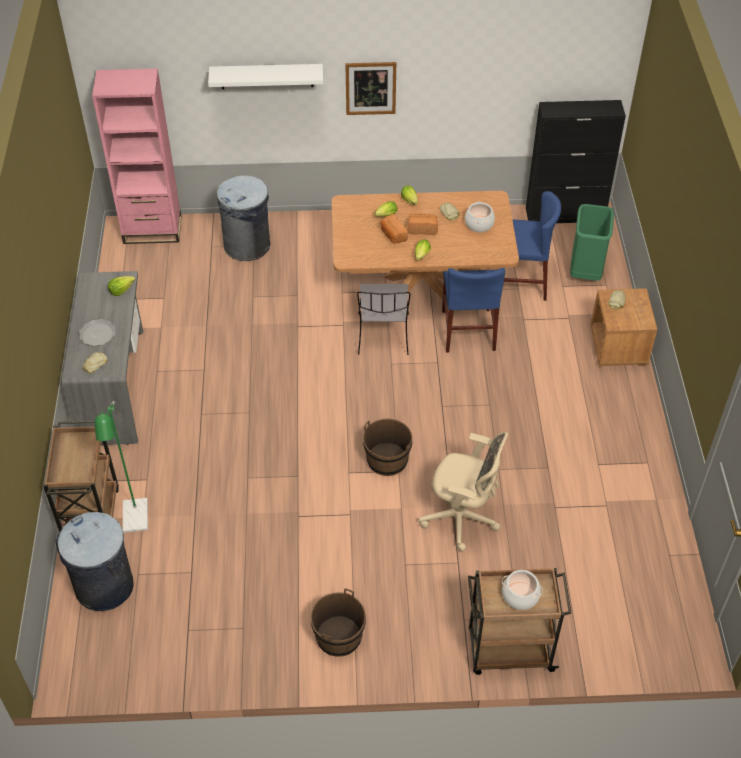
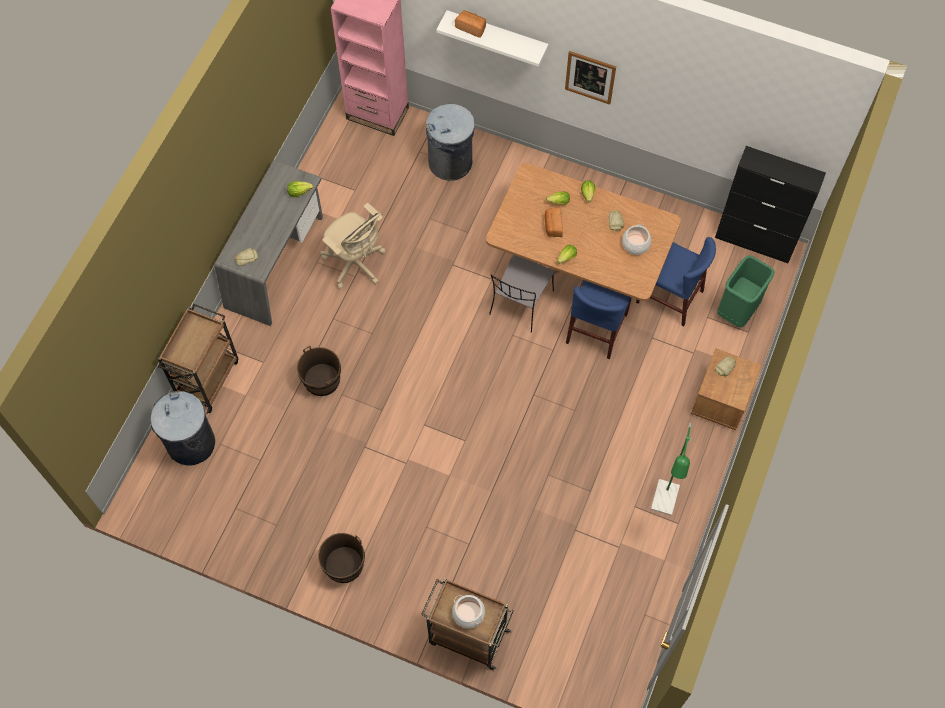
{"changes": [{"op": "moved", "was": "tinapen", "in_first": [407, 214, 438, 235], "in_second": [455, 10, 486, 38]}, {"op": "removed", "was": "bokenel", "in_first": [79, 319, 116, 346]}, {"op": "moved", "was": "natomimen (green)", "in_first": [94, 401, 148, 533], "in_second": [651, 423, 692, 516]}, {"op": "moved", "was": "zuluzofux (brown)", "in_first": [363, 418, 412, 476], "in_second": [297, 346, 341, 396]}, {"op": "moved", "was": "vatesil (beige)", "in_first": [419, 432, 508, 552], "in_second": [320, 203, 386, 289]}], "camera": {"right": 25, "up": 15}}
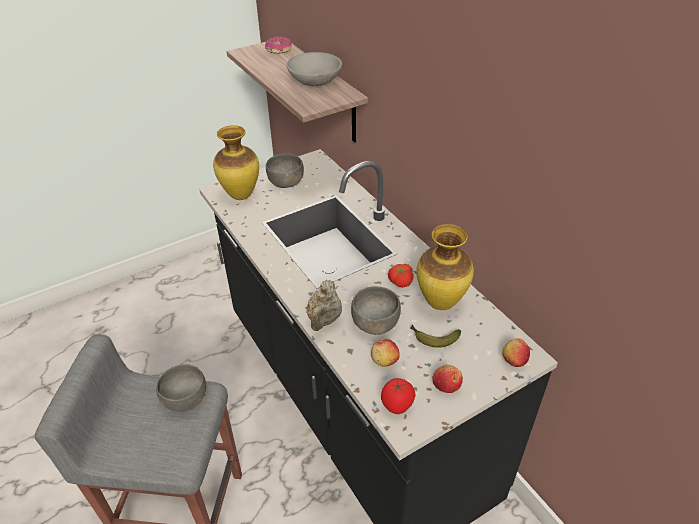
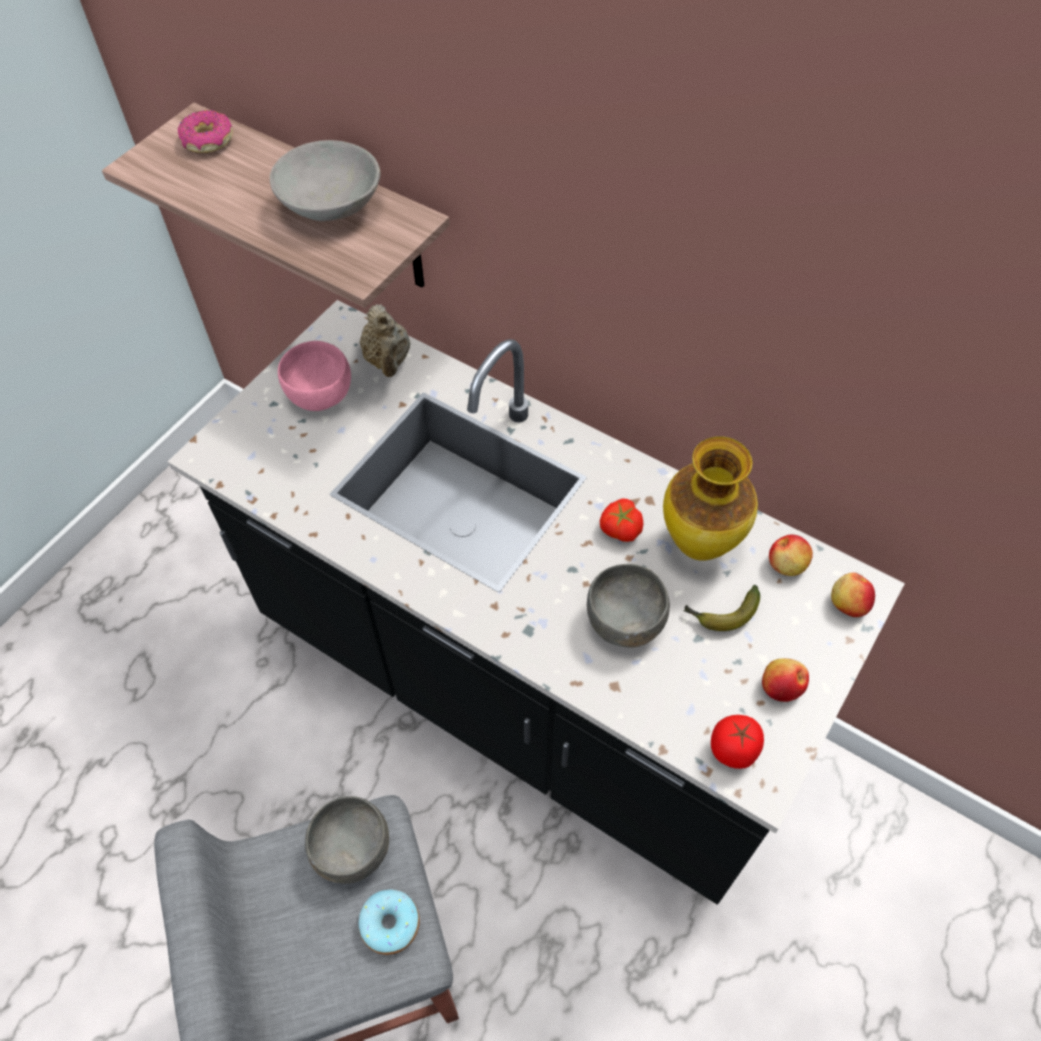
{"changes": [{"op": "removed", "was": "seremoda", "in_first": [213, 125, 259, 200]}, {"op": "recoloured", "was": "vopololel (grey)", "now": "vopololel (pink)", "in_first": [266, 153, 304, 188], "in_second": [278, 341, 351, 411]}, {"op": "moved", "was": "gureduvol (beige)", "in_first": [306, 280, 342, 331], "in_second": [360, 304, 410, 377]}, {"op": "moved", "was": "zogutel", "in_first": [371, 339, 400, 367], "in_second": [769, 535, 813, 576]}, {"op": "added", "now": "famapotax", "in_second": [359, 890, 420, 955]}], "camera": {"right": -25, "up": 15}}
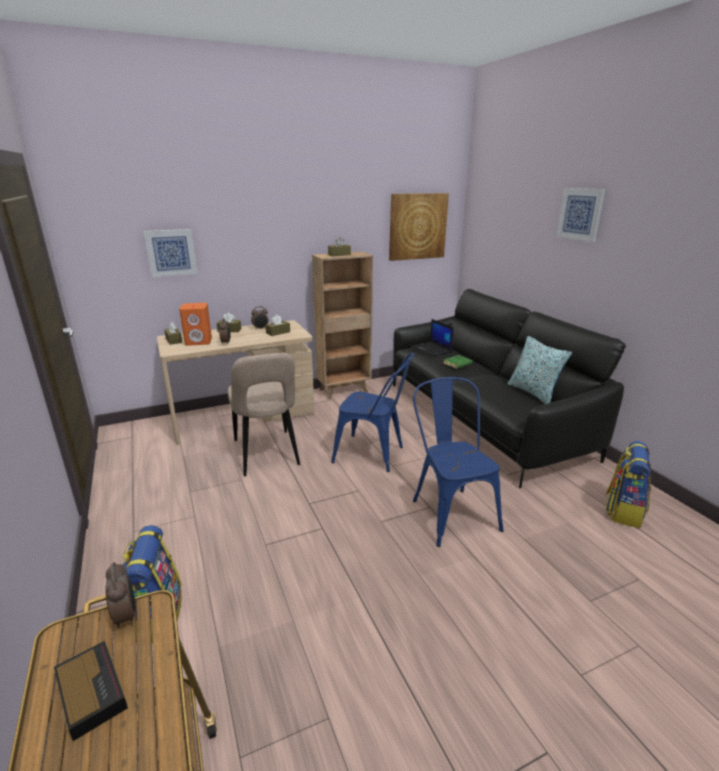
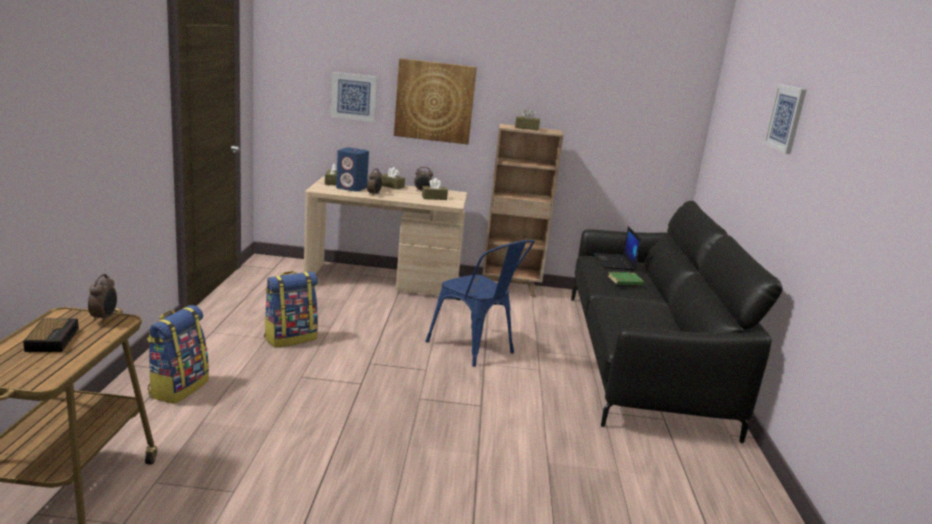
{"changes": [{"op": "moved", "was": "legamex", "in_first": [389, 193, 449, 261], "in_second": [394, 58, 477, 144]}, {"op": "recoloured", "was": "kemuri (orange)", "now": "kemuri (blue)", "in_first": [179, 303, 212, 346], "in_second": [336, 147, 369, 192]}, {"op": "removed", "was": "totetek", "in_first": [508, 336, 572, 404]}, {"op": "removed", "was": "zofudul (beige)", "in_first": [228, 353, 300, 477]}, {"op": "removed", "was": "zofudul (blue)", "in_first": [413, 377, 503, 547]}, {"op": "moved", "was": "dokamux", "in_first": [605, 441, 651, 528], "in_second": [264, 271, 318, 348]}], "camera": {"right": 25, "up": -5}}
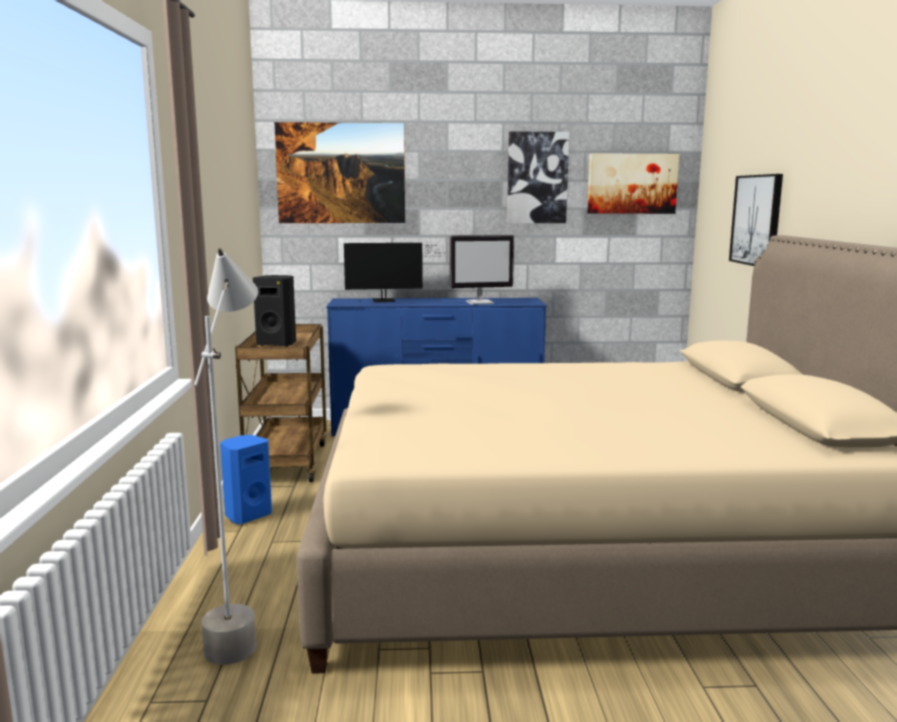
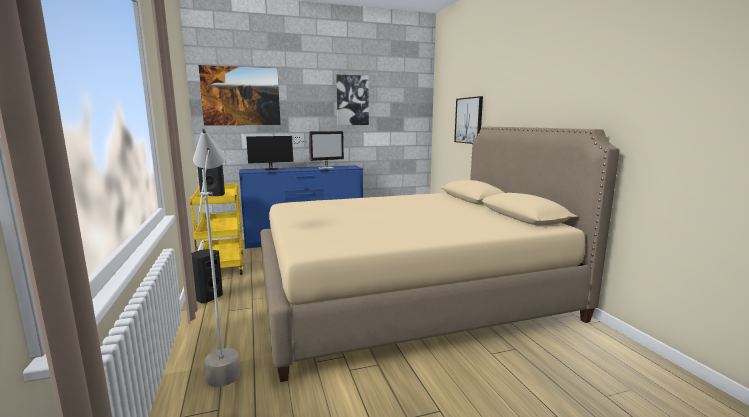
{"changes": [{"op": "removed", "was": "legamex", "in_first": [587, 153, 679, 214]}, {"op": "recoloured", "was": "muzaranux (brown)", "now": "muzaranux (yellow)", "in_first": [235, 324, 327, 482], "in_second": [190, 183, 243, 275]}, {"op": "recoloured", "was": "kemuri (blue)", "now": "kemuri (black)", "in_first": [220, 435, 272, 524], "in_second": [191, 249, 223, 303]}], "camera": {"right": -15, "up": 0}}
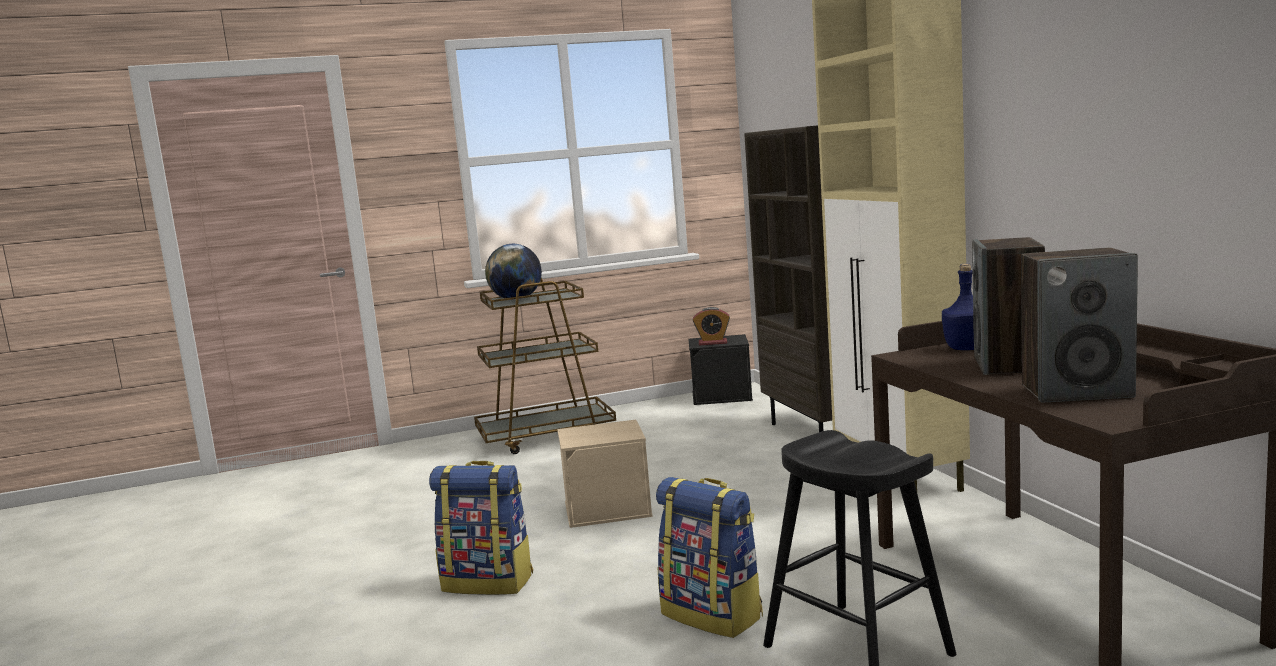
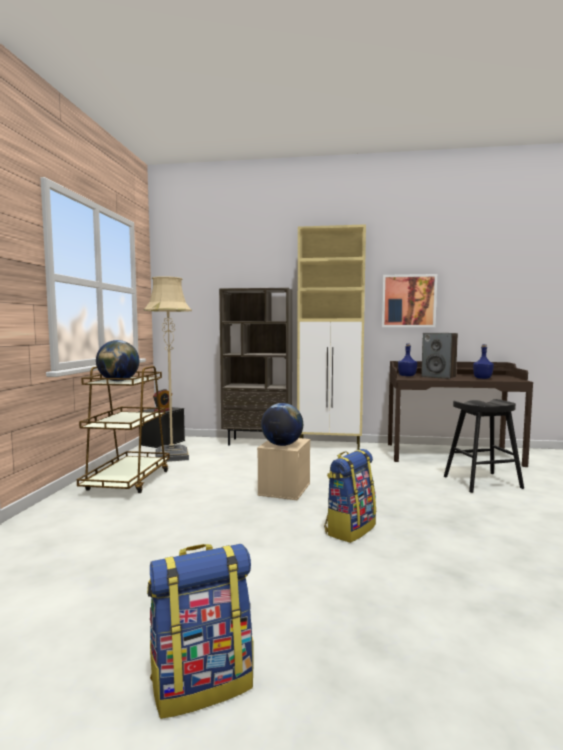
{"changes": [{"op": "replaced", "was": "kemuri", "now": "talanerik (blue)", "in_first": [1021, 248, 1138, 402], "in_second": [473, 344, 494, 379]}, {"op": "moved", "was": "dokamux", "in_first": [656, 477, 763, 638], "in_second": [147, 544, 254, 719]}, {"op": "added", "now": "legamex", "in_second": [382, 274, 437, 327]}, {"op": "added", "now": "natomimen (beige)", "in_second": [143, 276, 192, 462]}, {"op": "added", "now": "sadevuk", "in_second": [261, 403, 303, 446]}], "camera": {"right": -65, "up": -5}}
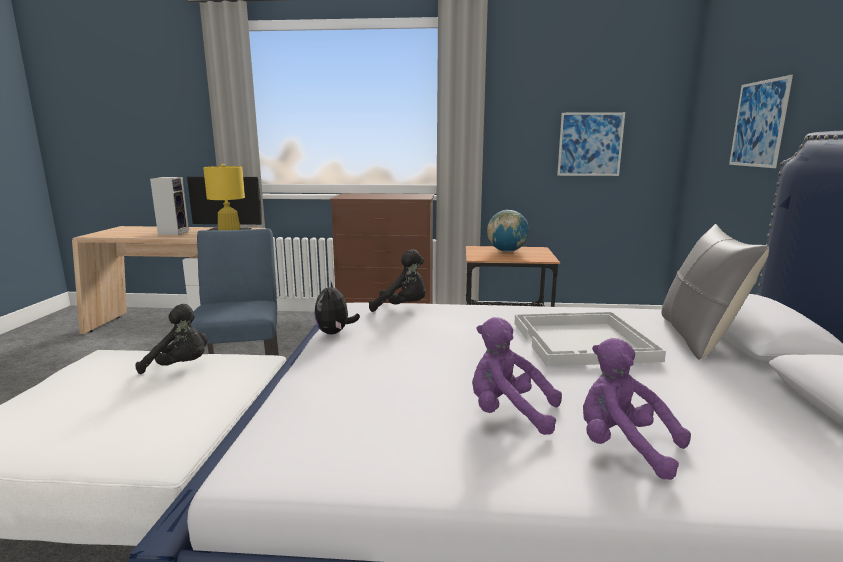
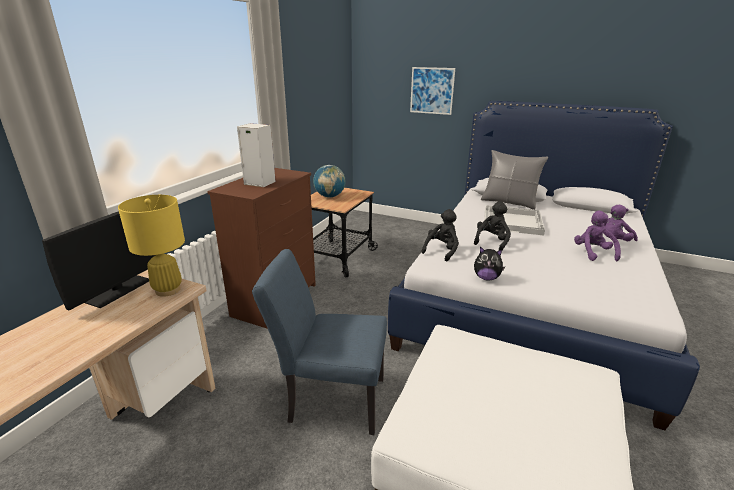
{"changes": [{"op": "removed", "was": "legamex", "in_first": [557, 112, 625, 176]}, {"op": "moved", "was": "kemuri", "in_first": [150, 177, 189, 235], "in_second": [237, 123, 276, 187]}, {"op": "moved", "was": "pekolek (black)", "in_first": [135, 304, 207, 374], "in_second": [474, 201, 511, 250]}, {"op": "turned", "was": "pekolek (purple)", "in_first": [472, 317, 562, 435], "in_second": [574, 211, 621, 261], "clockwise": 135}], "camera": {"right": -70, "up": 10}}
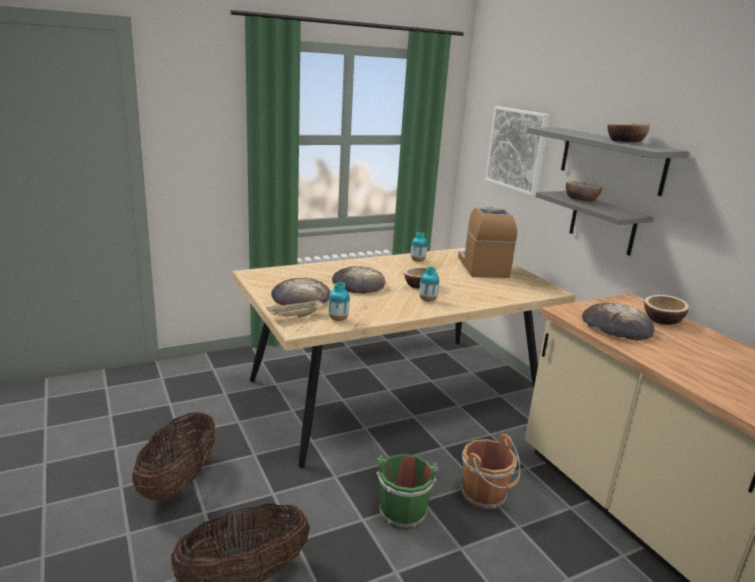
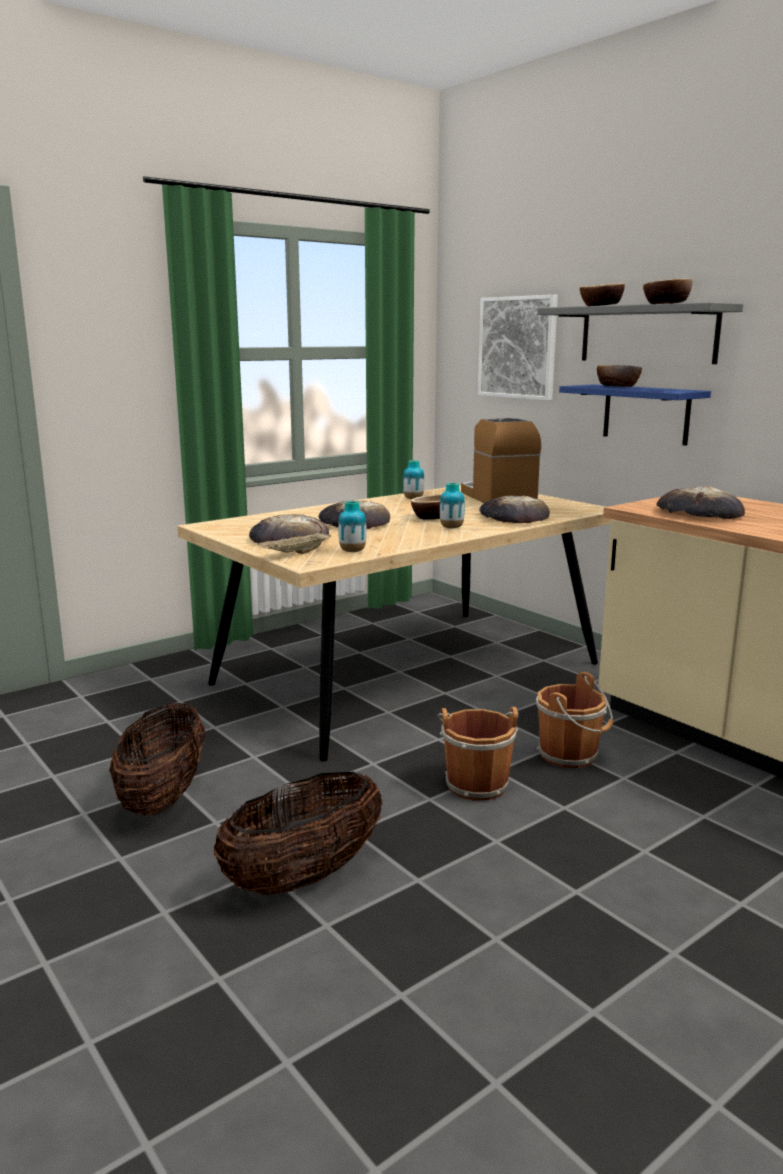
{"changes": [{"op": "recoloured", "was": "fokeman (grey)", "now": "fokeman (blue)", "in_first": [535, 191, 654, 256], "in_second": [559, 384, 711, 446]}, {"op": "moved", "was": "vopololel", "in_first": [644, 295, 689, 325], "in_second": [580, 283, 625, 306]}, {"op": "recoloured", "was": "zuluzofux (green)", "now": "zuluzofux (brown)", "in_first": [376, 454, 439, 529], "in_second": [437, 707, 518, 801]}, {"op": "added", "now": "tinapen", "in_second": [479, 495, 550, 523]}], "camera": {"right": -10, "up": -5}}
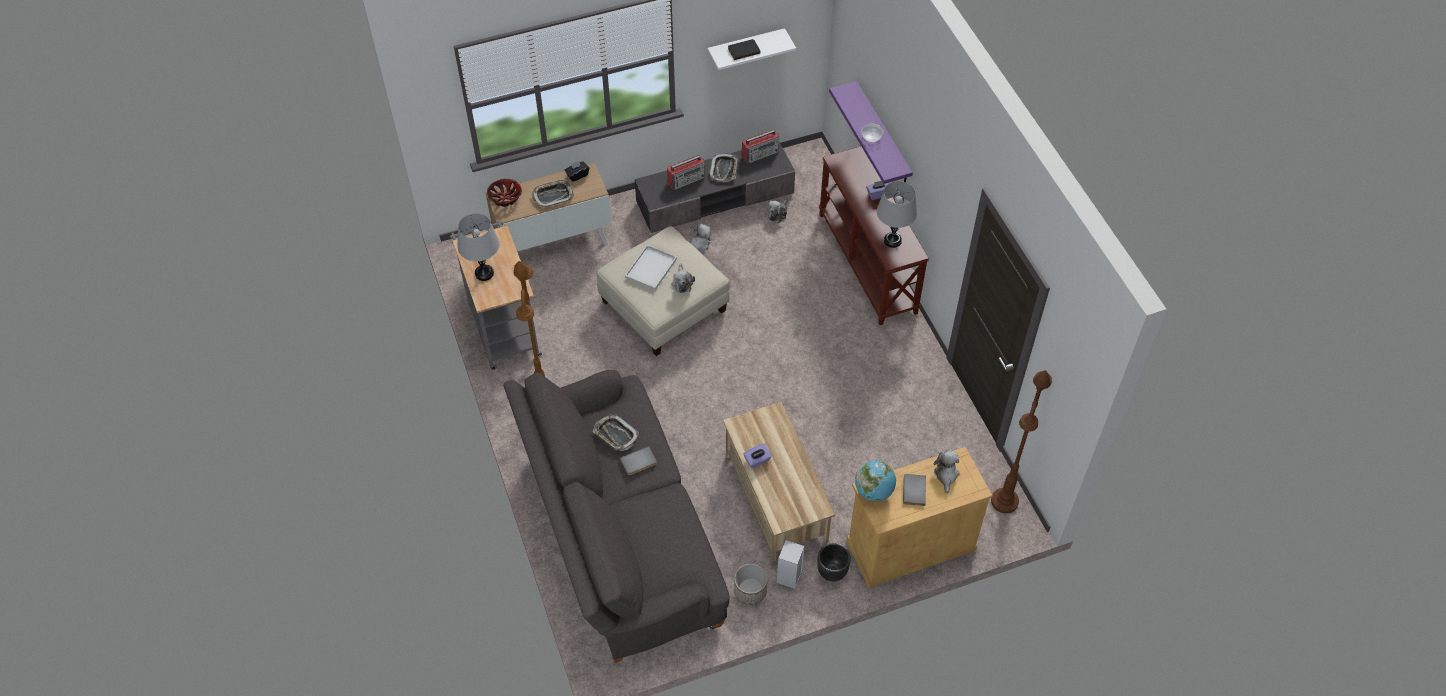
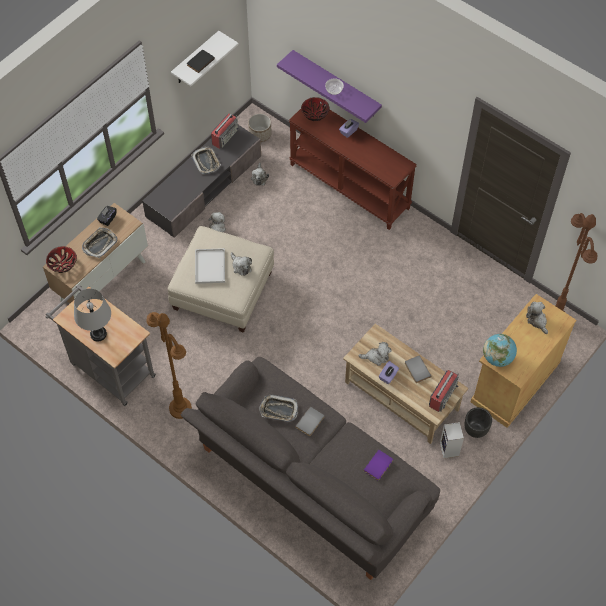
{"changes": [{"op": "moved", "was": "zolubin", "in_first": [667, 155, 705, 190], "in_second": [429, 370, 459, 412]}, {"op": "removed", "was": "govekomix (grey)", "in_first": [877, 181, 917, 248]}, {"op": "moved", "was": "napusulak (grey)", "in_first": [903, 474, 926, 506], "in_second": [405, 355, 431, 383]}, {"op": "moved", "was": "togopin", "in_first": [734, 564, 768, 605], "in_second": [248, 114, 272, 142]}, {"op": "added", "now": "vopololel", "in_second": [301, 97, 330, 121]}, {"op": "added", "now": "pekolek", "in_second": [358, 342, 392, 366]}, {"op": "added", "now": "napusulak (purple)", "in_second": [363, 450, 393, 480]}], "camera": {"right": -30, "up": 5}}
